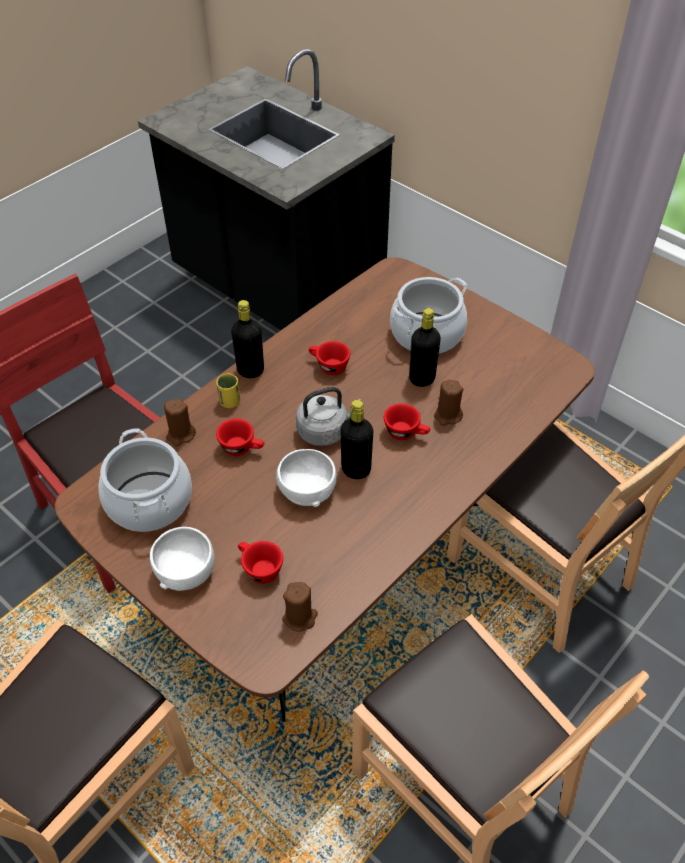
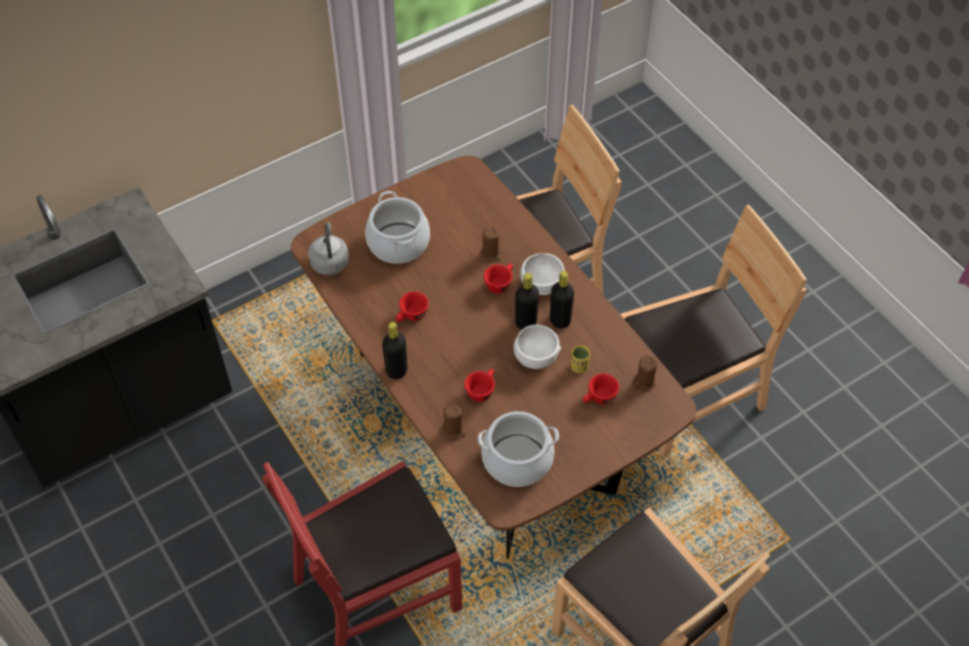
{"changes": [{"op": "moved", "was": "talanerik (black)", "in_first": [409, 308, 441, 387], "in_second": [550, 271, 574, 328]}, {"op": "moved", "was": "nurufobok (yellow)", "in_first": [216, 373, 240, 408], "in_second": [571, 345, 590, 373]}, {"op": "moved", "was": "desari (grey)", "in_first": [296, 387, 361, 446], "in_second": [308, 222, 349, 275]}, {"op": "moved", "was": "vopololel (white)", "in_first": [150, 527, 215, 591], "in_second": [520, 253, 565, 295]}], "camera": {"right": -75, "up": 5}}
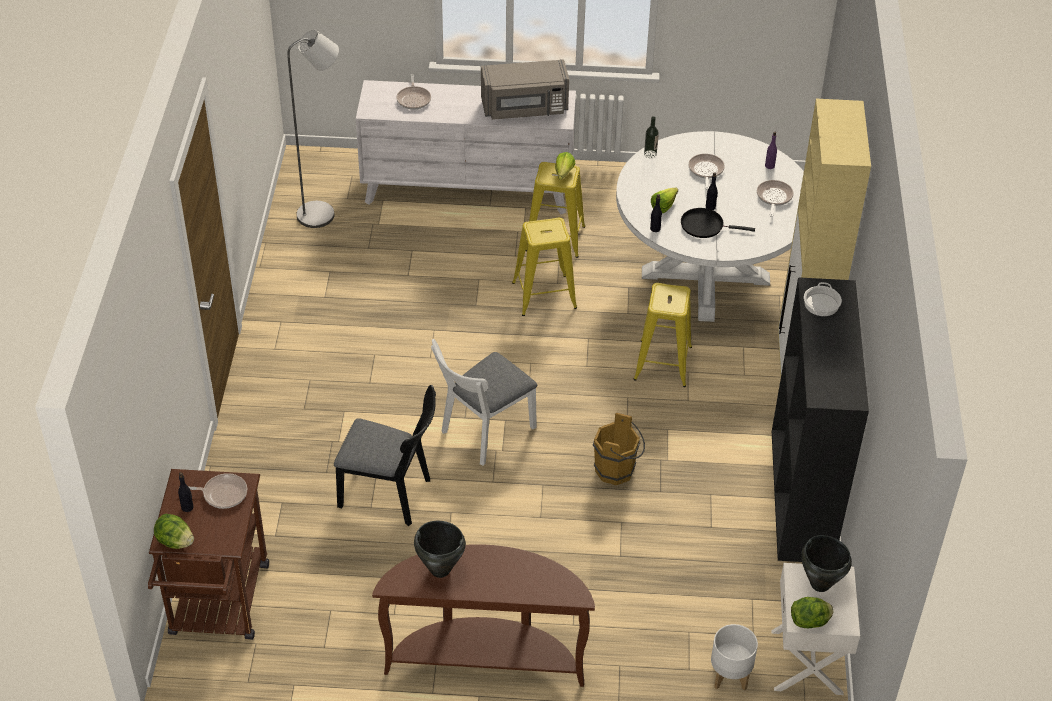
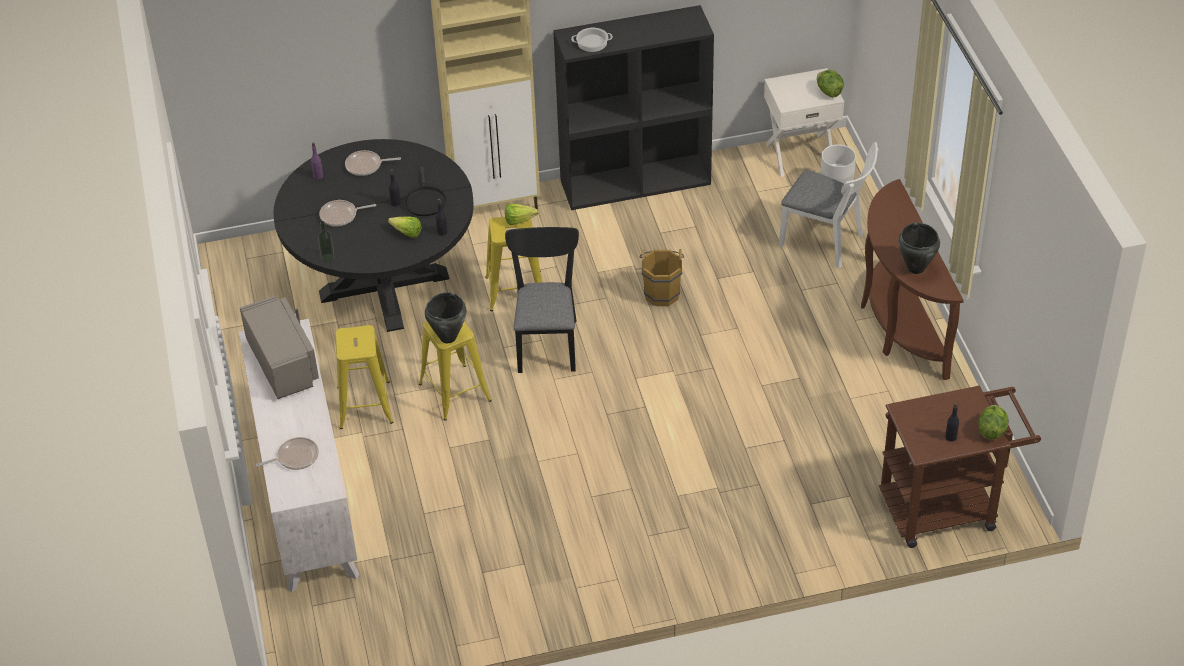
{"changes": [{"op": "removed", "was": "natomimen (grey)", "in_first": [287, 29, 339, 228]}, {"op": "recoloured", "was": "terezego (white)", "now": "terezego (black)", "in_first": [616, 131, 804, 322], "in_second": [274, 139, 474, 332]}, {"op": "moved", "was": "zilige", "in_first": [555, 152, 575, 180], "in_second": [505, 203, 539, 225]}, {"op": "moved", "was": "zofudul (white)", "in_first": [431, 339, 537, 466], "in_second": [778, 142, 878, 268]}, {"op": "moved", "was": "zofudul (black)", "in_first": [334, 385, 436, 526], "in_second": [505, 227, 579, 373]}, {"op": "removed", "was": "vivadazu", "in_first": [189, 473, 247, 509]}, {"op": "moved", "was": "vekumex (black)", "in_first": [801, 535, 852, 592], "in_second": [425, 292, 466, 343]}], "camera": {"right": -105, "up": 0}}
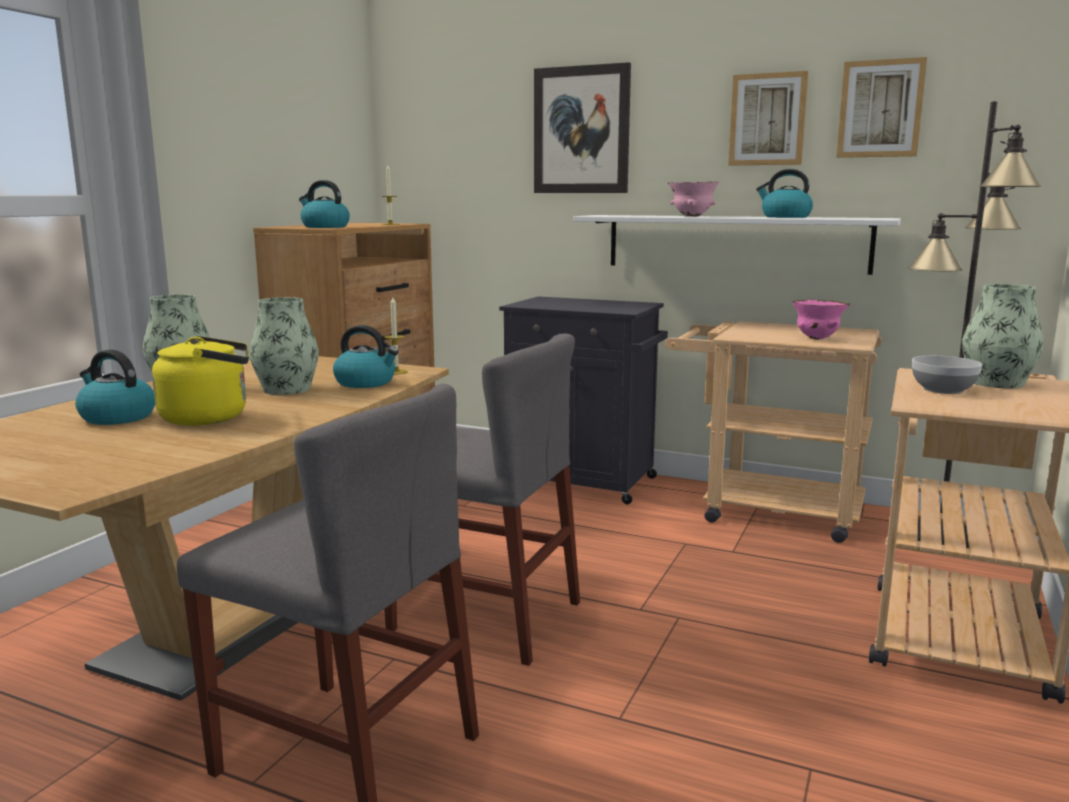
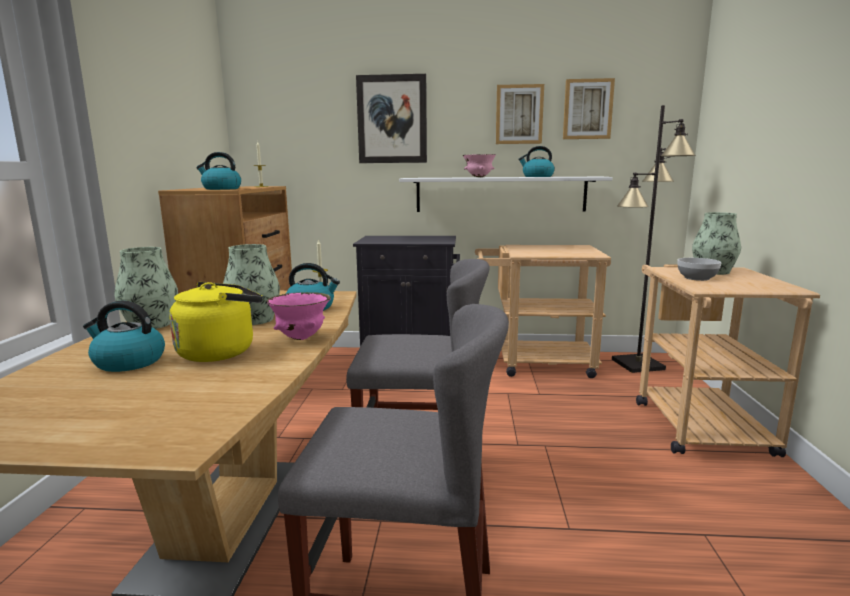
{"changes": [{"op": "moved", "was": "vopololel (pink)", "in_first": [792, 300, 850, 340], "in_second": [267, 292, 331, 340]}], "camera": {"right": -20, "up": 0}}
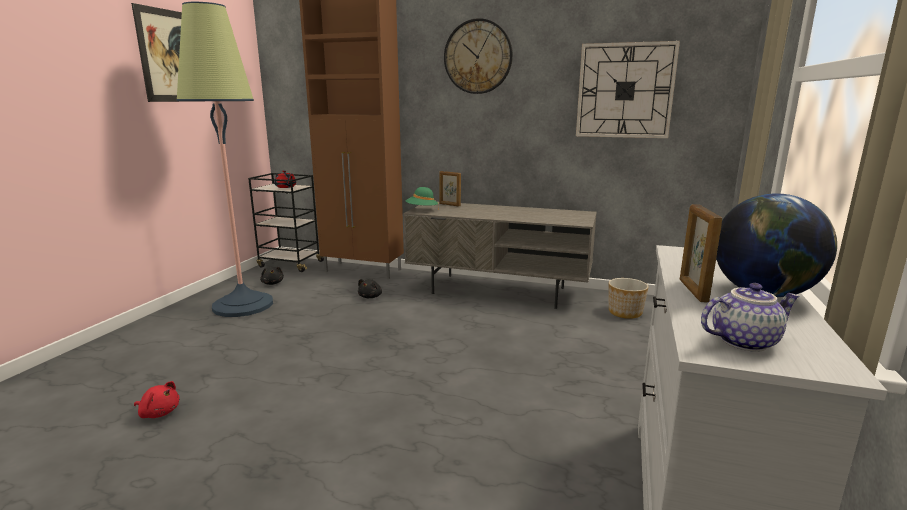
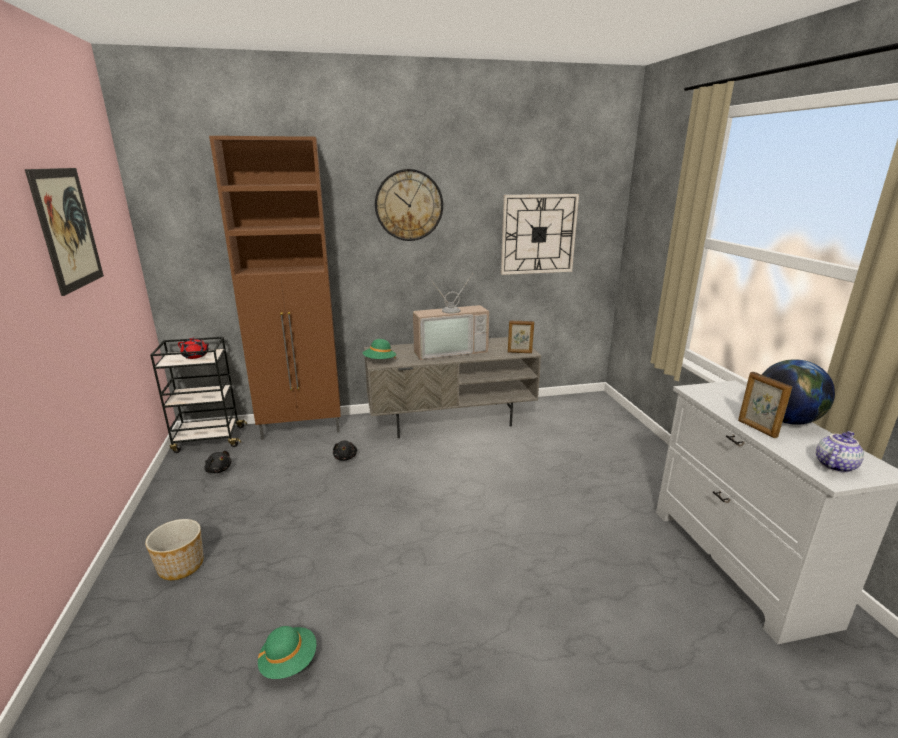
{"changes": [{"op": "removed", "was": "natomimen", "in_first": [177, 2, 273, 317]}, {"op": "moved", "was": "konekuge", "in_first": [439, 171, 461, 207], "in_second": [508, 320, 534, 353]}, {"op": "moved", "was": "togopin", "in_first": [609, 278, 648, 319], "in_second": [145, 519, 203, 580]}, {"op": "replaced", "was": "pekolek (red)", "now": "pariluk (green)", "in_first": [134, 381, 179, 418], "in_second": [258, 626, 316, 679]}, {"op": "added", "now": "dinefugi", "in_second": [413, 275, 489, 360]}], "camera": {"right": -30, "up": 5}}
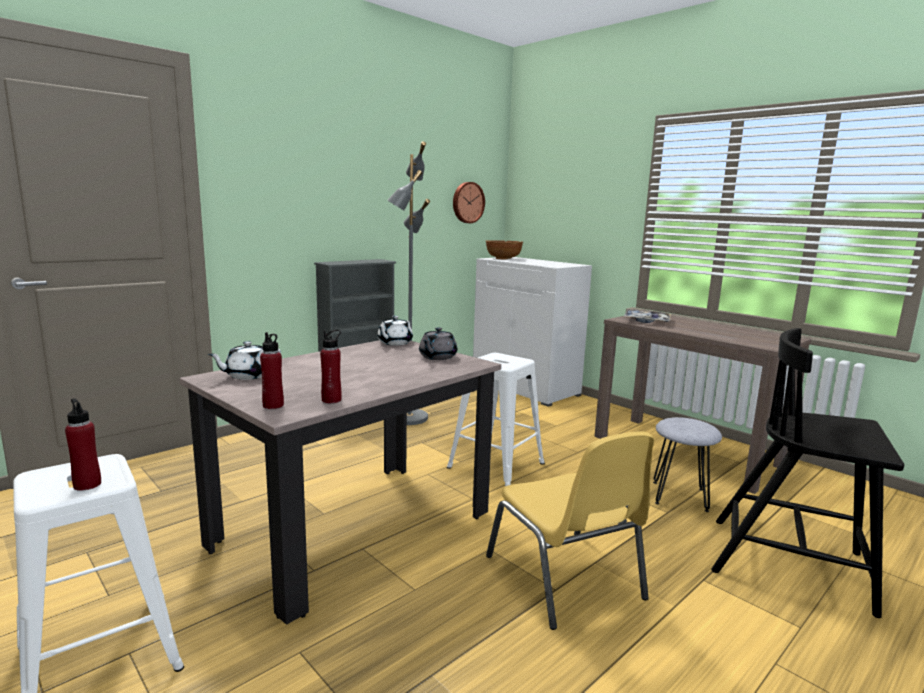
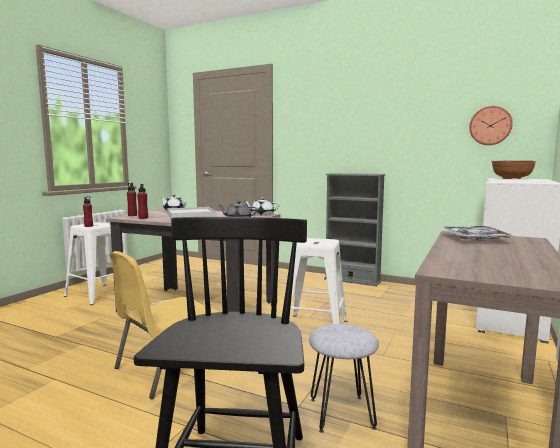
{"changes": [{"op": "removed", "was": "natomimen (grey)", "in_first": [387, 141, 430, 425]}, {"op": "added", "now": "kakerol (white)", "in_second": [167, 207, 217, 218]}], "camera": {"right": 70, "up": -5}}
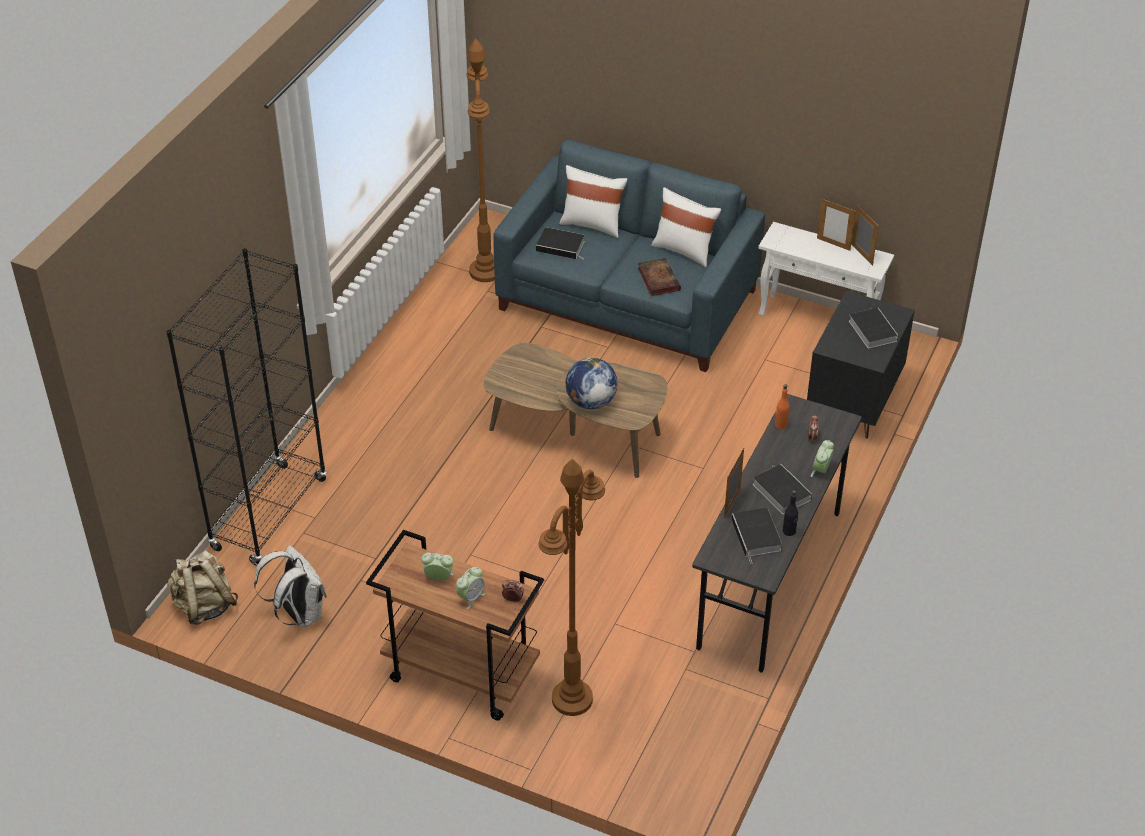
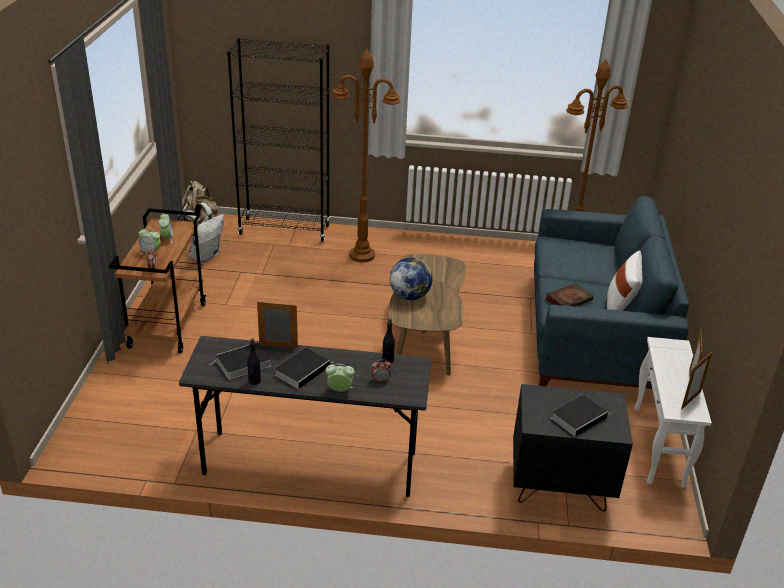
{"changes": [{"op": "removed", "was": "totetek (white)", "in_first": [559, 165, 627, 238]}, {"op": "removed", "was": "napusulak", "in_first": [536, 227, 585, 259]}, {"op": "recoloured", "was": "talanerik (orange)", "now": "talanerik (black)", "in_first": [775, 384, 789, 429], "in_second": [382, 318, 395, 363]}, {"op": "moved", "was": "natomimen (brown)", "in_first": [539, 459, 605, 716], "in_second": [332, 49, 400, 263]}], "camera": {"right": 70, "up": -10}}
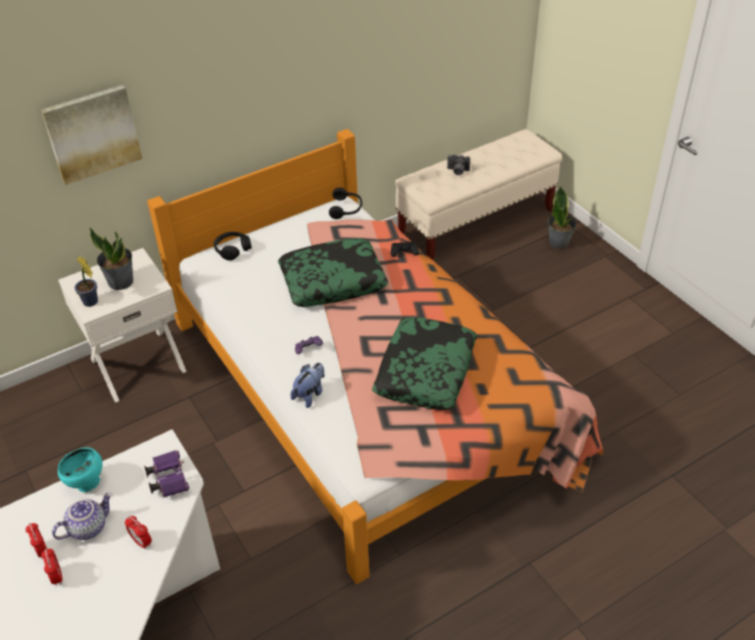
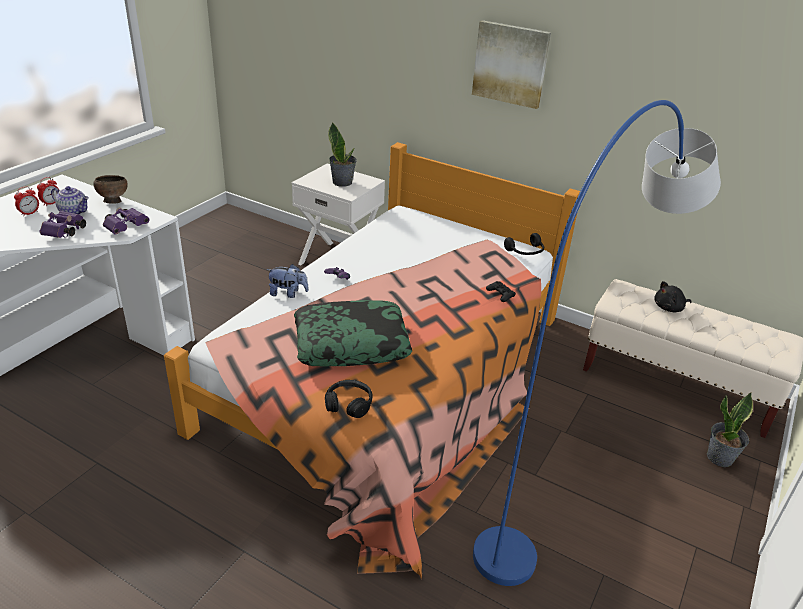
{"changes": [{"op": "moved", "was": "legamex", "in_first": [41, 85, 142, 185], "in_second": [472, 20, 551, 109]}, {"op": "replaced", "was": "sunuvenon", "now": "pekolek (black)", "in_first": [447, 154, 470, 176], "in_second": [654, 281, 691, 312]}, {"op": "moved", "was": "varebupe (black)", "in_first": [214, 232, 252, 261], "in_second": [325, 380, 373, 418]}, {"op": "removed", "was": "totetek", "in_first": [278, 238, 388, 307]}, {"op": "removed", "was": "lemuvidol", "in_first": [75, 256, 98, 307]}, {"op": "recoloured", "was": "vopololel (turquoise)", "now": "vopololel (brown)", "in_first": [58, 447, 102, 492], "in_second": [93, 175, 128, 203]}, {"op": "replaced", "was": "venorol", "now": "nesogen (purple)", "in_first": [125, 516, 152, 550], "in_second": [40, 211, 86, 238]}, {"op": "added", "now": "natomimen (blue)", "in_second": [473, 100, 721, 586]}], "camera": {"right": 60, "up": -10}}
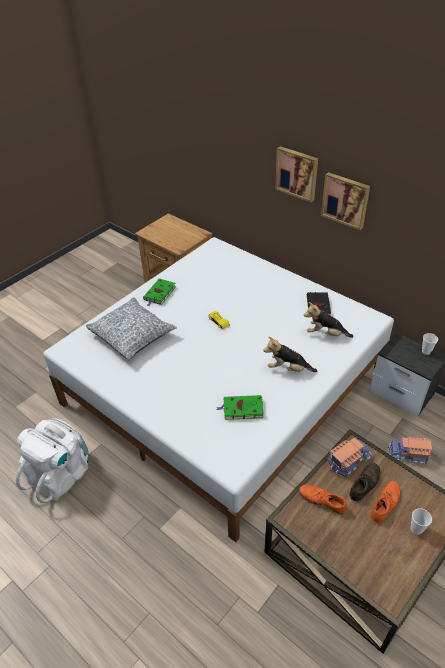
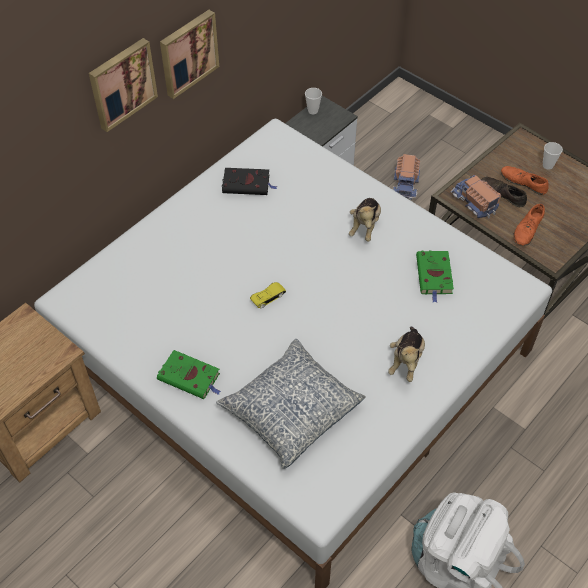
{"changes": [{"op": "moved", "was": "pekolek", "in_first": [304, 302, 353, 338], "in_second": [388, 326, 425, 382]}], "camera": {"right": -90, "up": 10}}
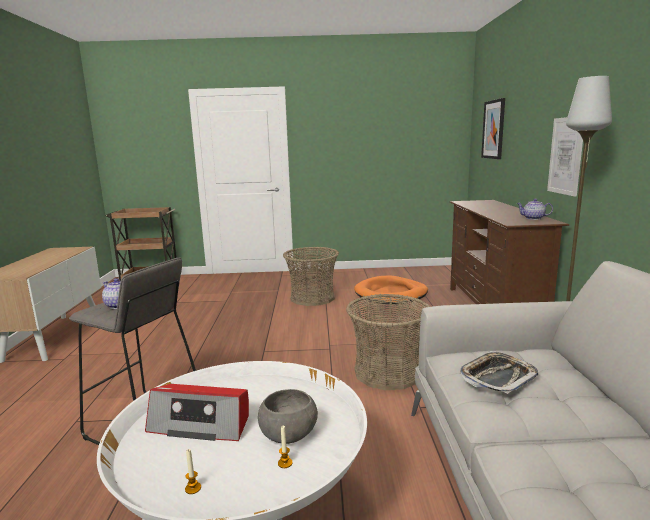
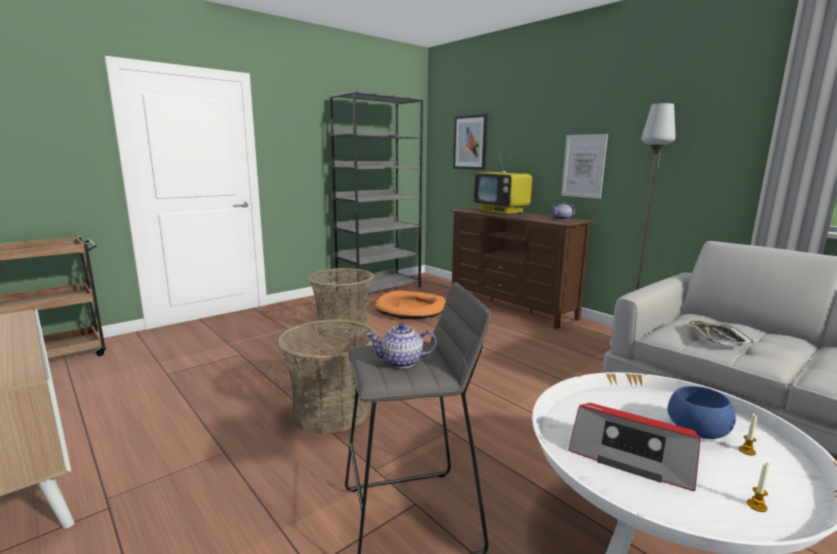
{"changes": [{"op": "moved", "was": "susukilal", "in_first": [346, 294, 430, 390], "in_second": [277, 319, 378, 434]}, {"op": "turned", "was": "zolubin", "in_first": [145, 384, 249, 441], "in_second": [568, 403, 700, 491], "clockwise": 60}, {"op": "recoloured", "was": "vopololel (grey)", "now": "vopololel (blue)", "in_first": [258, 389, 318, 444], "in_second": [668, 386, 736, 439]}, {"op": "added", "now": "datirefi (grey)", "in_second": [329, 91, 423, 298]}, {"op": "added", "now": "dinefugi", "in_second": [474, 149, 532, 214]}], "camera": {"right": -40, "up": 0}}
